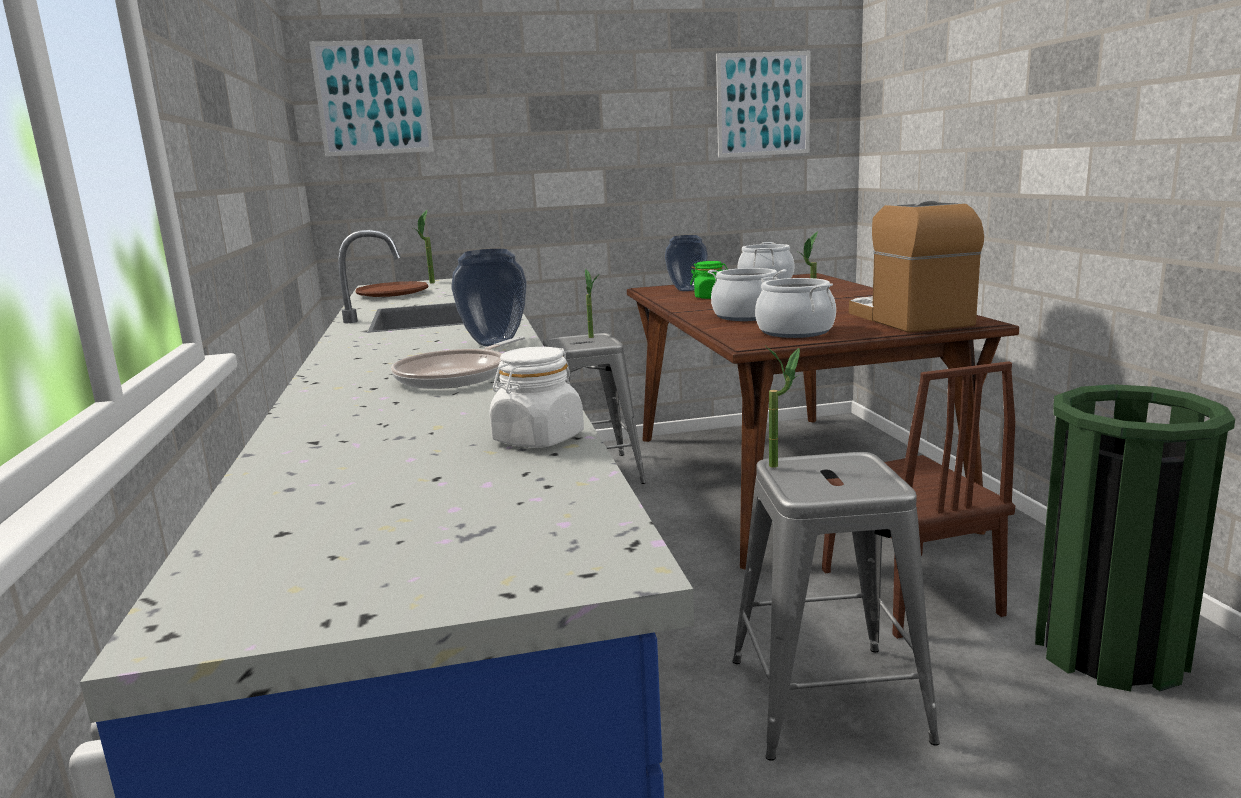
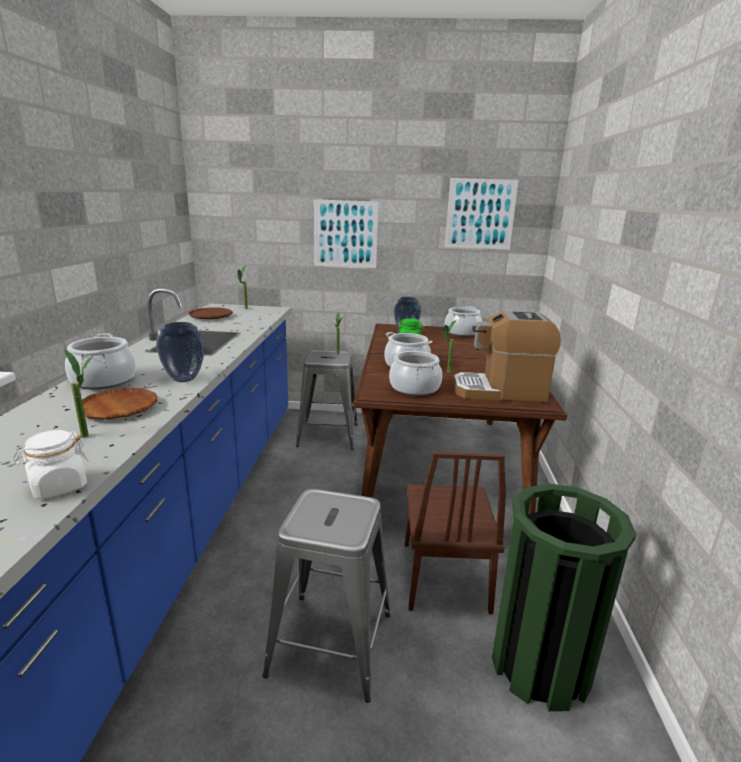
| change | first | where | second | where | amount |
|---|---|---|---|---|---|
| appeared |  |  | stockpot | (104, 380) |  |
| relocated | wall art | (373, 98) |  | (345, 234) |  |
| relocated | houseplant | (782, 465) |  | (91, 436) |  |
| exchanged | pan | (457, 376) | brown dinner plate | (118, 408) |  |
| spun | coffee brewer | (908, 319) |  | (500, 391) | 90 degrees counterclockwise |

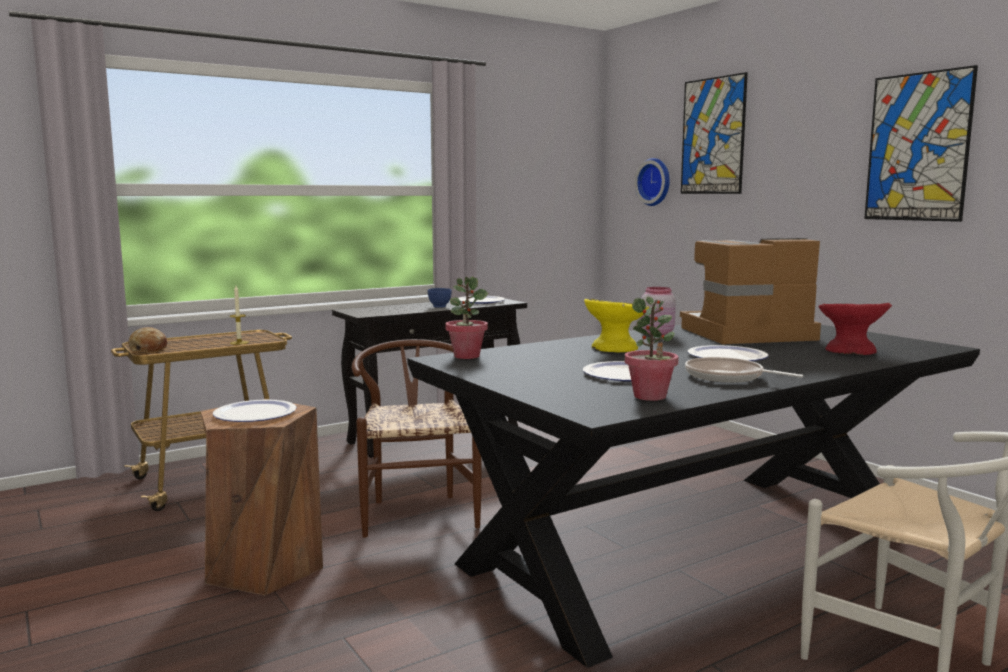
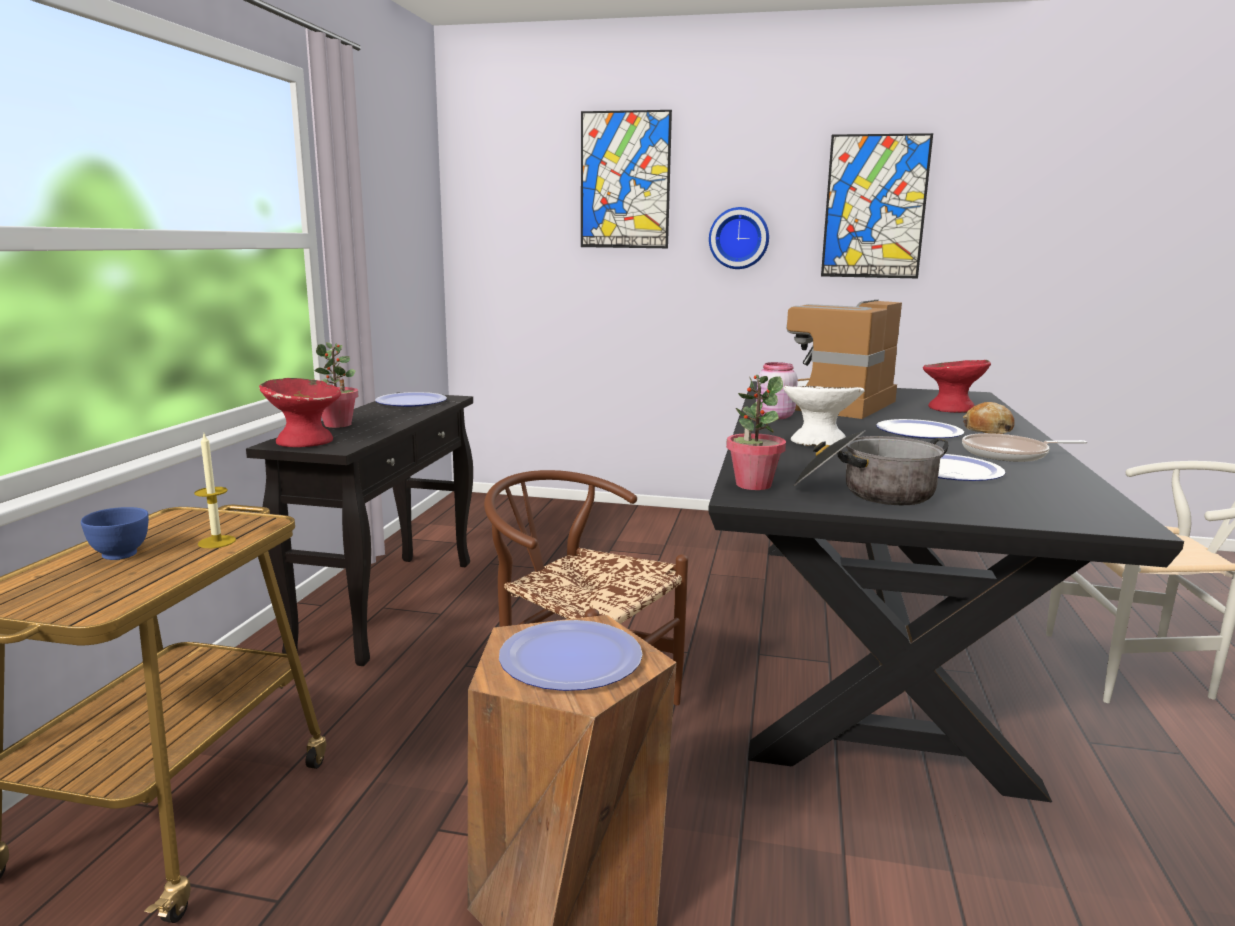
| change | first | where | second | where | amount |
|---|---|---|---|---|---|
| appeared |  |  | reddish bowl | (304, 441) |  |
| appeared |  |  | stockpot | (866, 492) |  |
| relocated | bread | (148, 349) |  | (987, 429) |  |
| relocated | bluish bowl | (439, 306) |  | (121, 555) |  |
| relocated | houseplant | (650, 396) |  | (338, 424) |  |
| relocated | clock on the wall | (655, 182) |  | (739, 238) |  |
| colour | yellow-coloured bowl | (614, 348) | white-coloured bowl | (818, 442) |  |

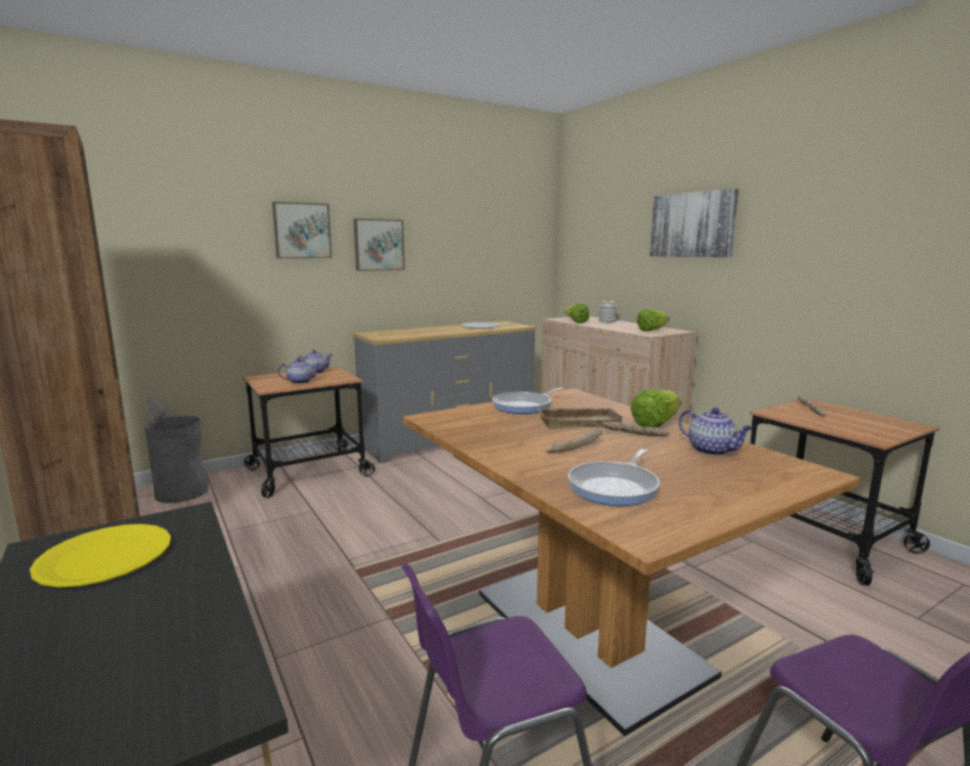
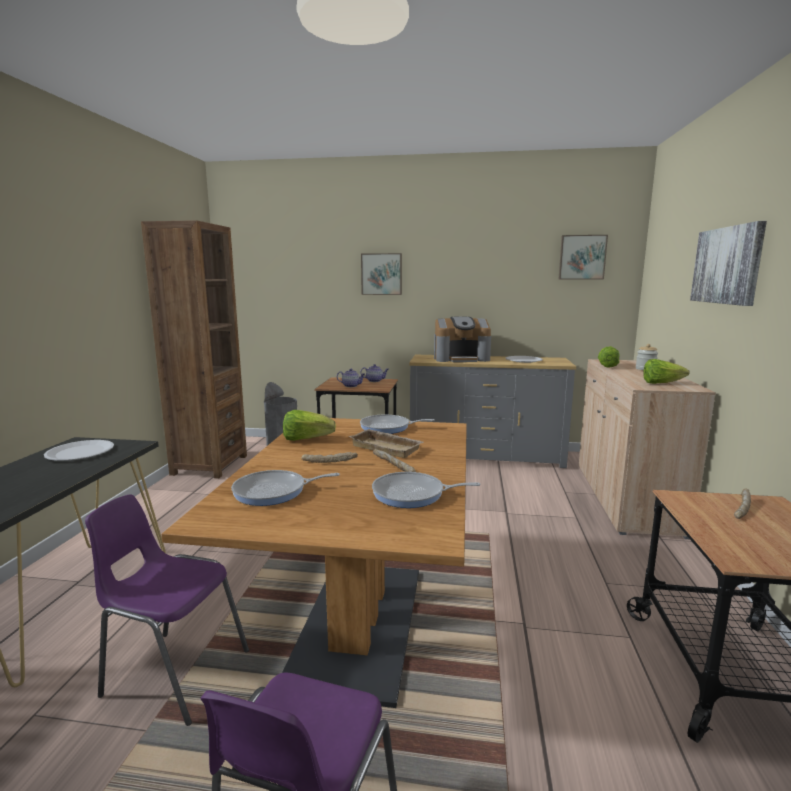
| change | first | where | second | where | amount |
|---|---|---|---|---|---|
| appeared |  |  | coffee brewer | (461, 358) |  |
| relocated | wall art | (378, 245) |  | (582, 257) |  |
| relocated | lettuce head | (655, 424) |  | (306, 439) |  |
| exchanged | pot for tea | (712, 450) | pan | (412, 495) |  |
| colour | yellow-coloured dinner plate | (104, 557) | white-coloured dinner plate | (80, 452) |  |

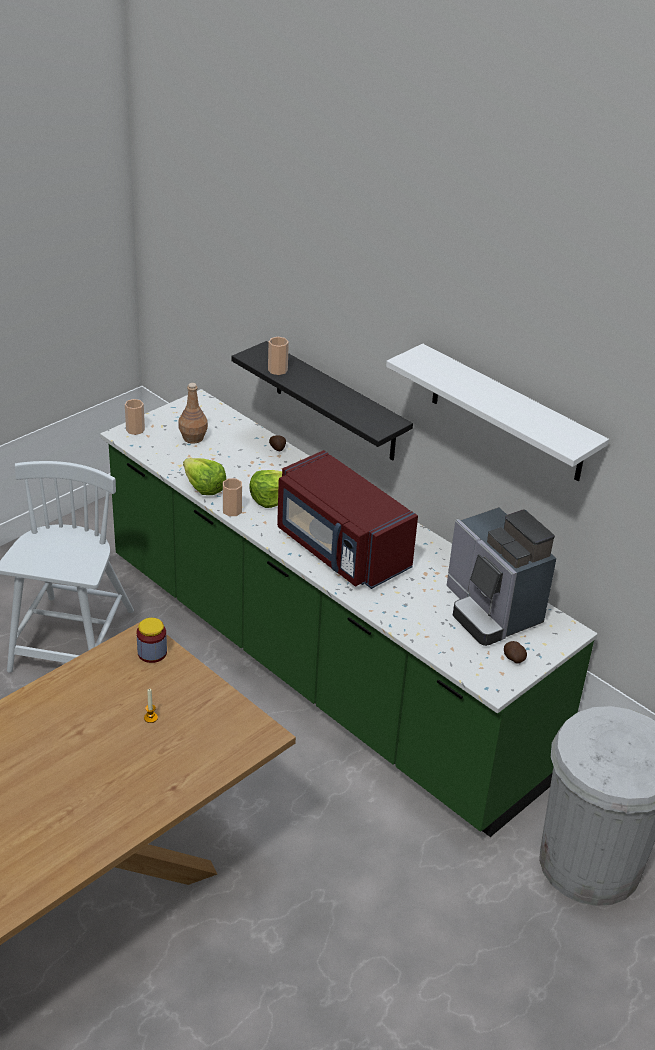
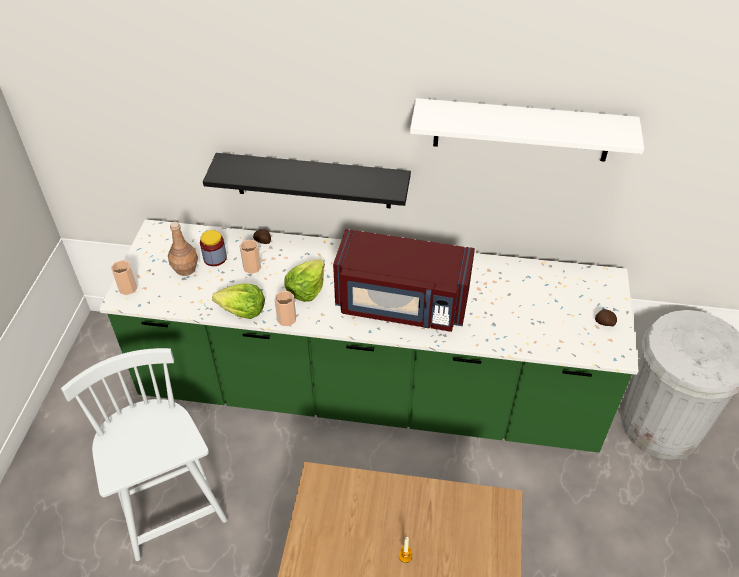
| change | first | where | second | where | amount |
|---|---|---|---|---|---|
| missing | coffee brewer | (491, 611) |  |  |  |
| relocated | jar | (152, 653) |  | (215, 258) |  |
| relocated | drinking cup | (277, 370) |  | (252, 267) |  |

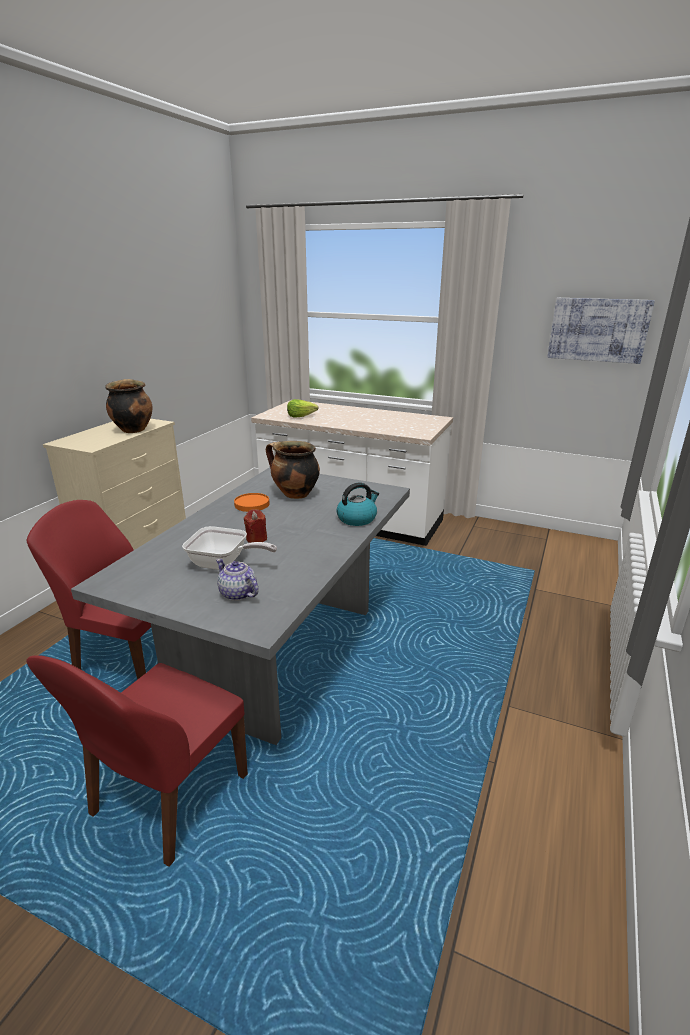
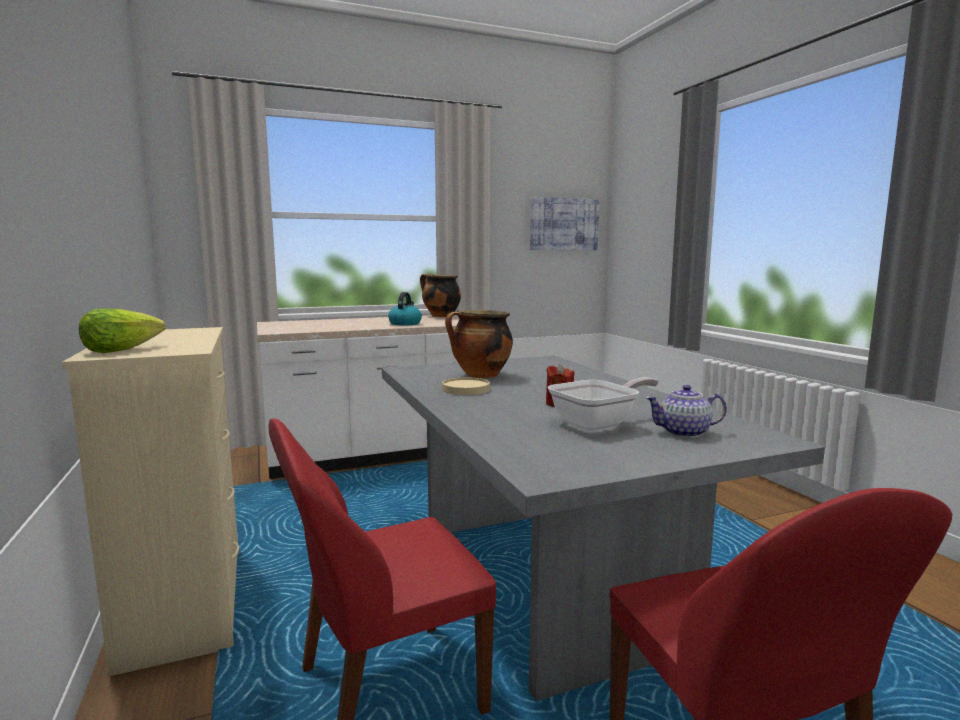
| change | first | where | second | where | amount |
|---|---|---|---|---|---|
| relocated | stockpot | (133, 429) |  | (440, 316) |  |
| relocated | lettuce head | (301, 416) |  | (121, 350) |  |
| relocated | water kettle | (357, 518) |  | (405, 323) |  |
| colour | orange-coloured dinner plate | (252, 504) | sand-coloured dinner plate | (466, 389) |  |

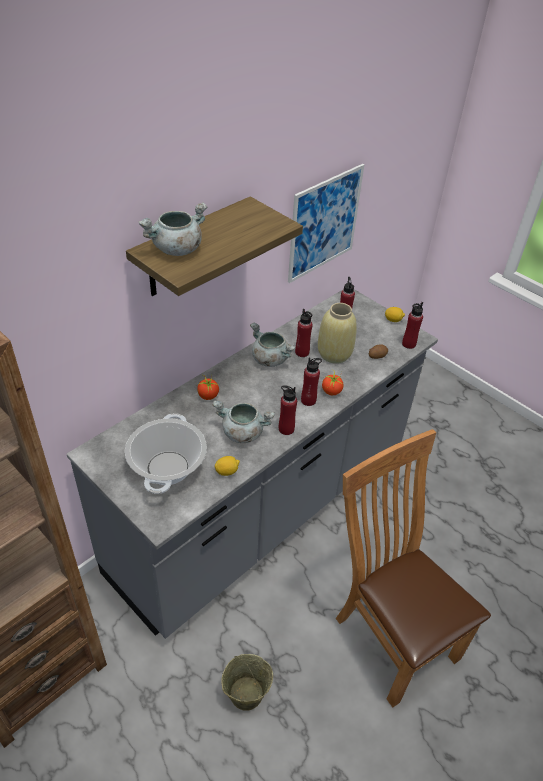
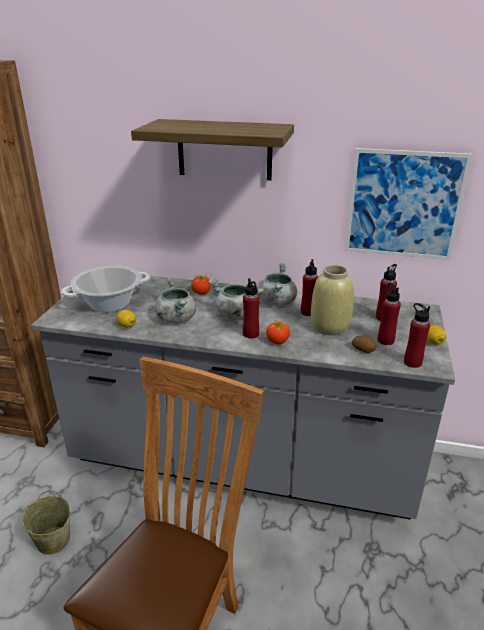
| change | first | where | second | where | amount |
|---|---|---|---|---|---|
| relocated | grey stockpot | (177, 249) |  | (234, 314) |  |
| relocated | reddish drink bottle | (286, 429) |  | (385, 340) |  |

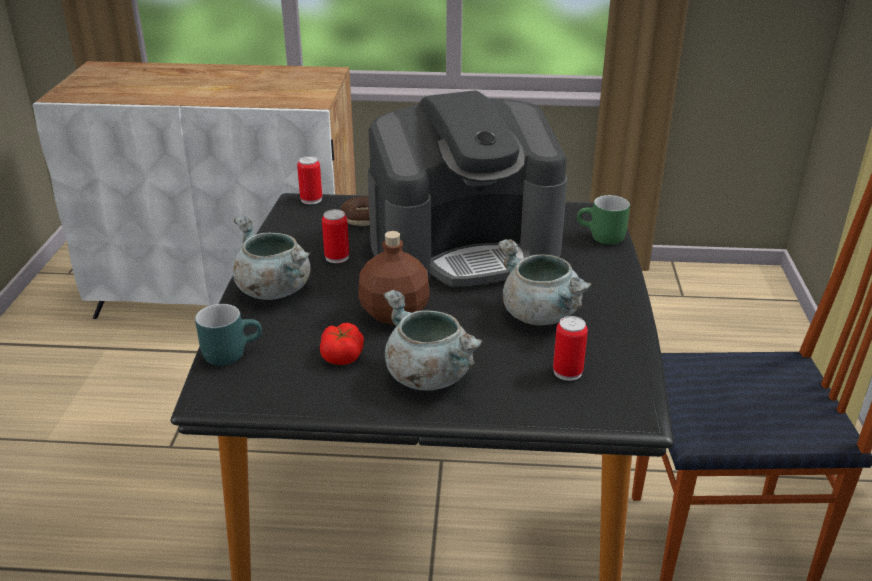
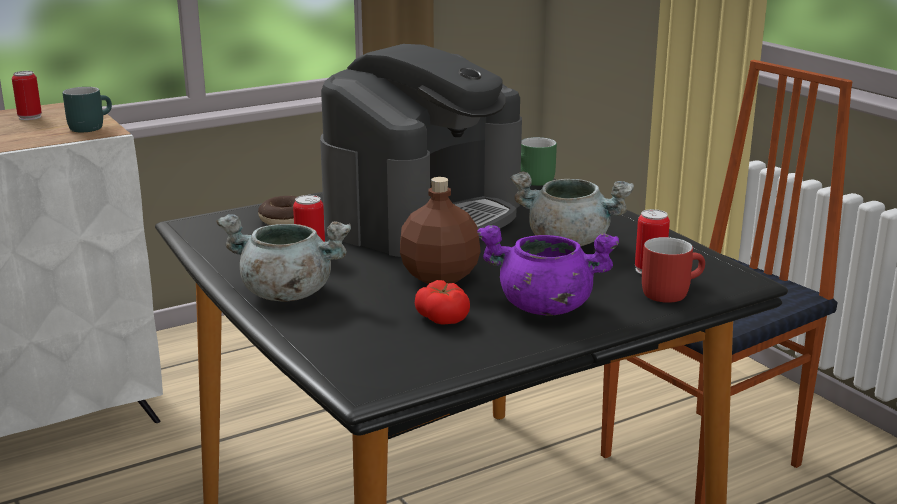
| change | first | where | second | where | amount |
|---|---|---|---|---|---|
| appeared |  |  | reddish mug | (669, 292) |  |
| relocated | blue-green mug | (230, 352) |  | (89, 127) |  |
| relocated | metal can | (311, 199) |  | (30, 117) |  |
| colour | grey stockpot | (427, 376) | purple stockpot | (544, 307) |  |

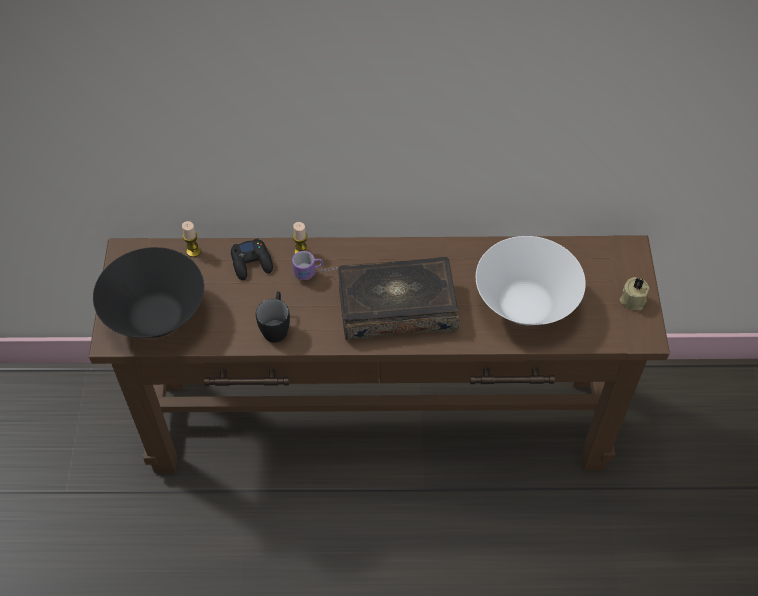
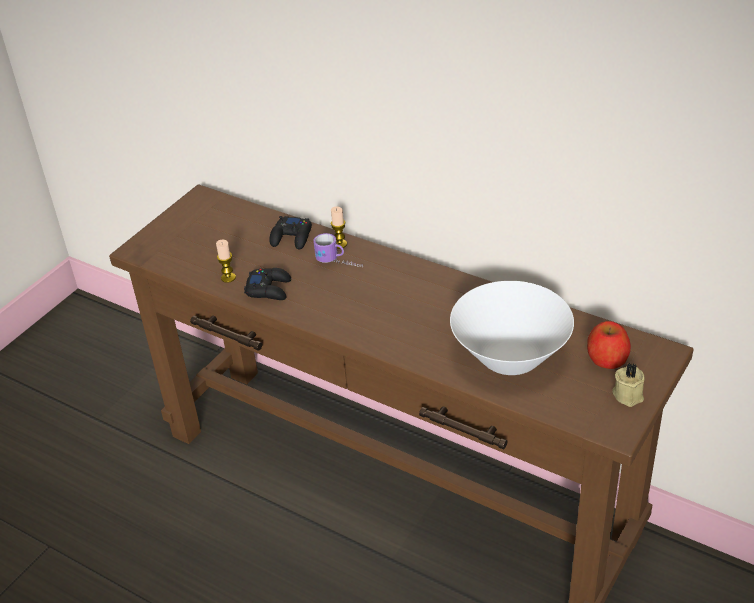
| change | first | where | second | where | amount |
|---|---|---|---|---|---|
| missing | black bowl | (156, 316) |  |  |  |
| missing | bound book | (397, 307) |  |  |  |
| appeared |  |  | whole apple | (607, 358) |  |
| relocated | wax light | (193, 251) |  | (228, 278) |  |
| exchanged | black mug | (276, 326) | black joypad | (269, 289) |  |

